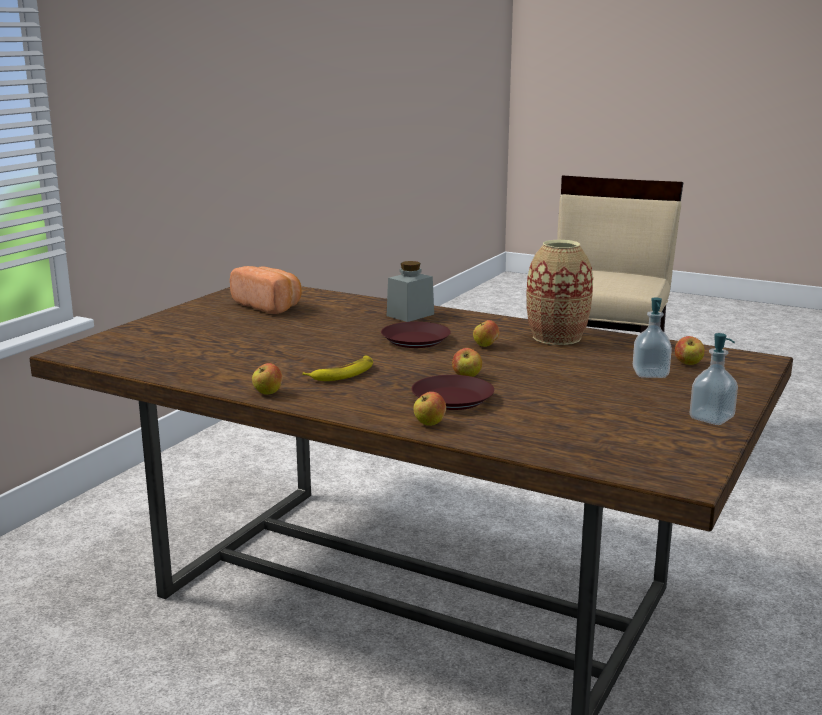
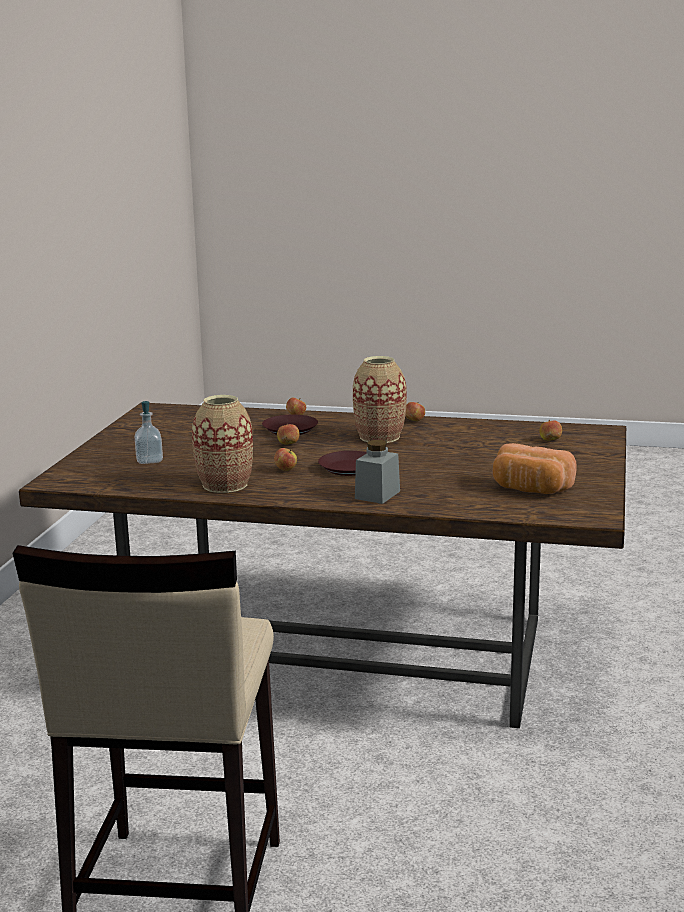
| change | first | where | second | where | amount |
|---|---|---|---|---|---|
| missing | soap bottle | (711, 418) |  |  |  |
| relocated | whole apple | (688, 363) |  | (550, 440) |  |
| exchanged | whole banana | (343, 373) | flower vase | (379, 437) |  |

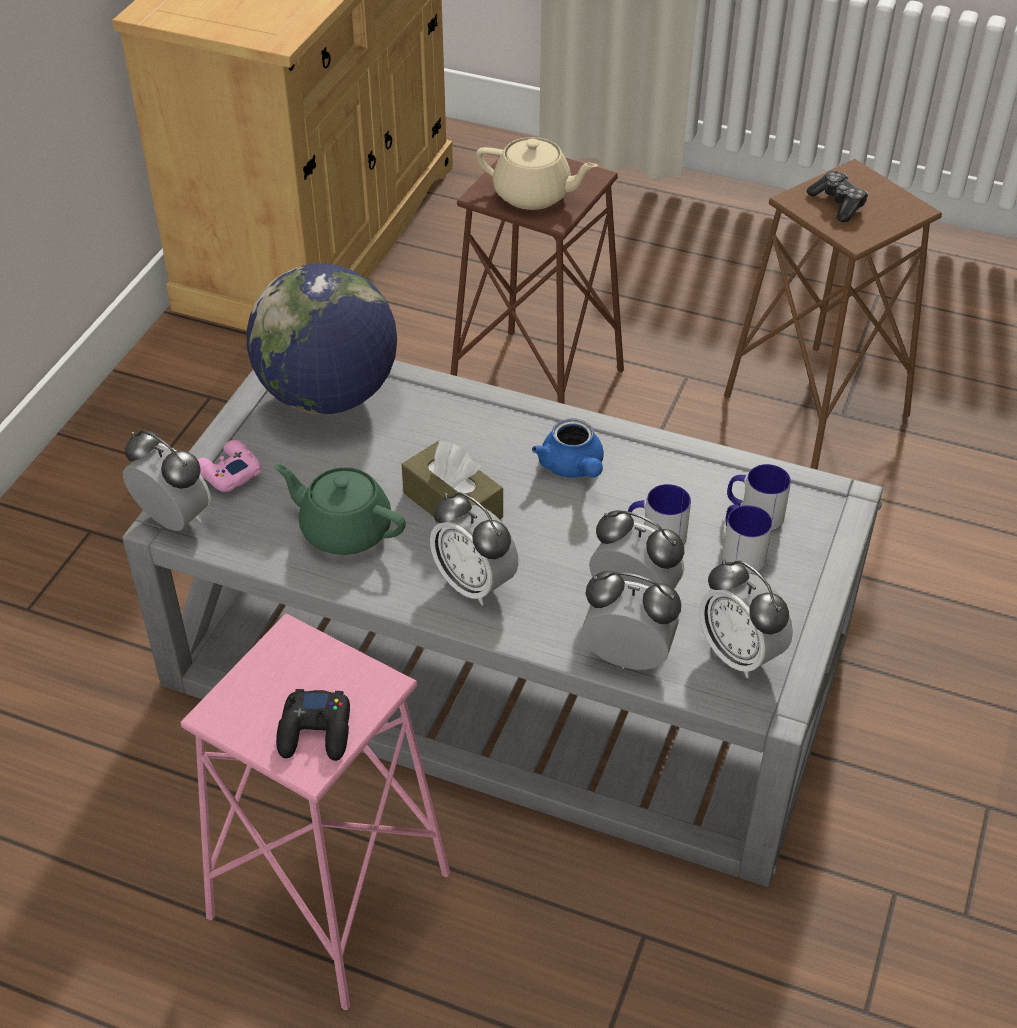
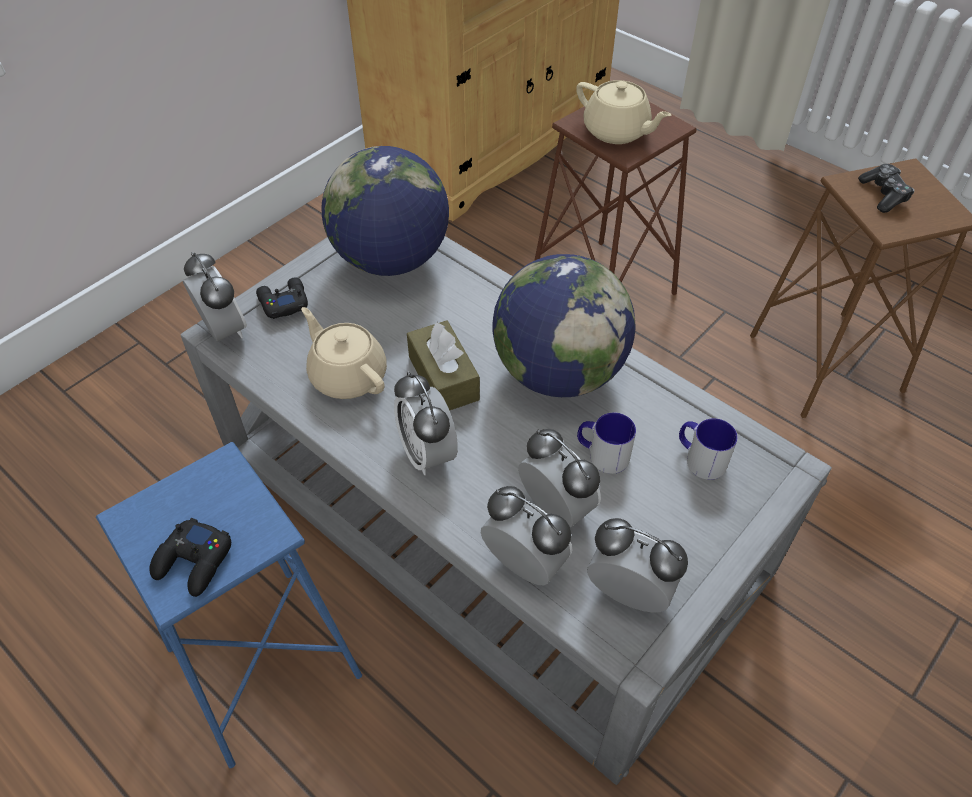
| change | first | where | second | where | amount |
|---|---|---|---|---|---|
| missing | mug | (739, 551) |  |  |  |
| exchanged | bluish pot for tea | (573, 468) | globe | (558, 372) |  |
| colour | pink stool seat | (328, 897) | bluish stool seat | (262, 664) |  |
| colour | pink joypad | (227, 472) | black joypad | (283, 302) |  |
| colour | green pot for tea | (344, 529) | sand-coloured pot for tea | (347, 375) |  |
| spun | table clock | (739, 654) |  | (628, 593) | 135 degrees clockwise |

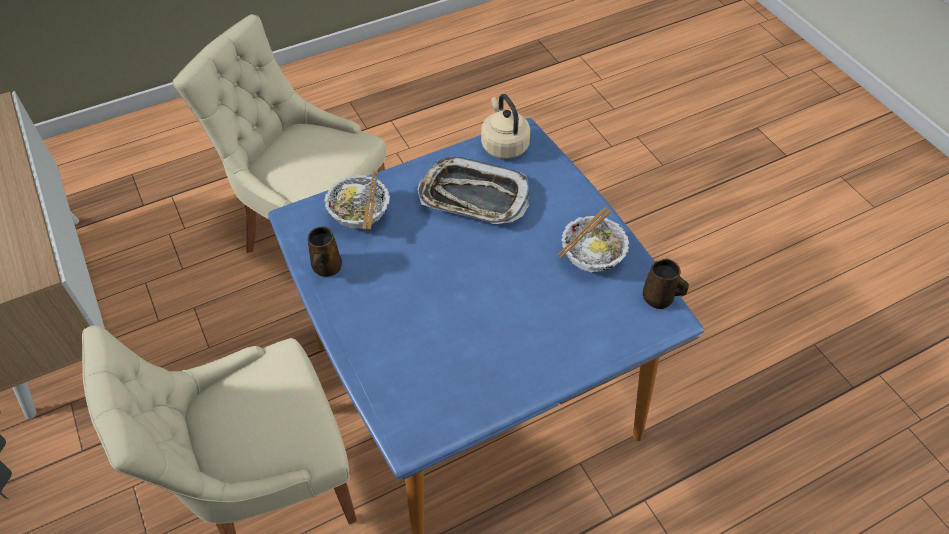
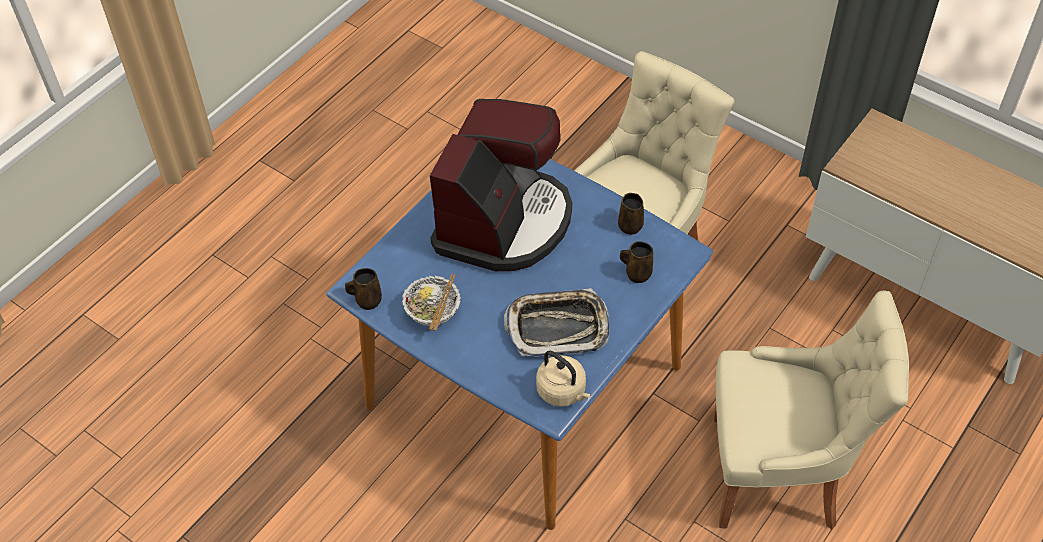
| change | first | where | second | where | amount |
|---|---|---|---|---|---|
| appeared |  |  | coffee brewer | (504, 222) |  |
| exchanged | bowl | (361, 216) | brown mug | (637, 273) |  |

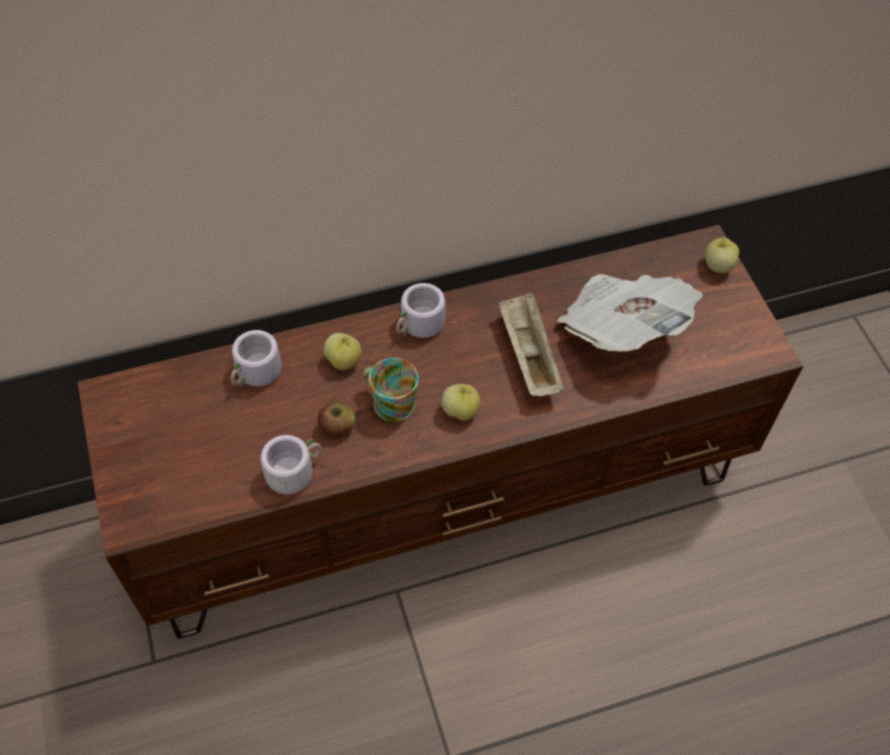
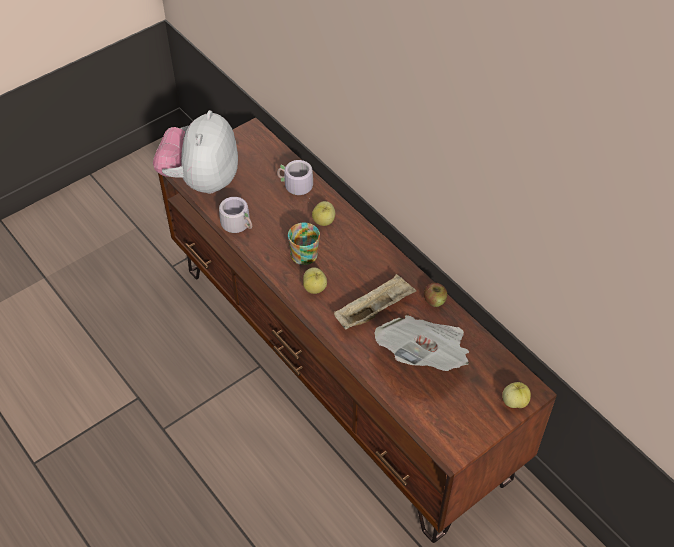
| change | first | where | second | where | amount |
|---|---|---|---|---|---|
| missing | grey mug | (420, 327) |  |  |  |
| appeared |  |  | plush toy | (201, 180) |  |
| relocated | whole apple | (337, 427) |  | (434, 300) |  |

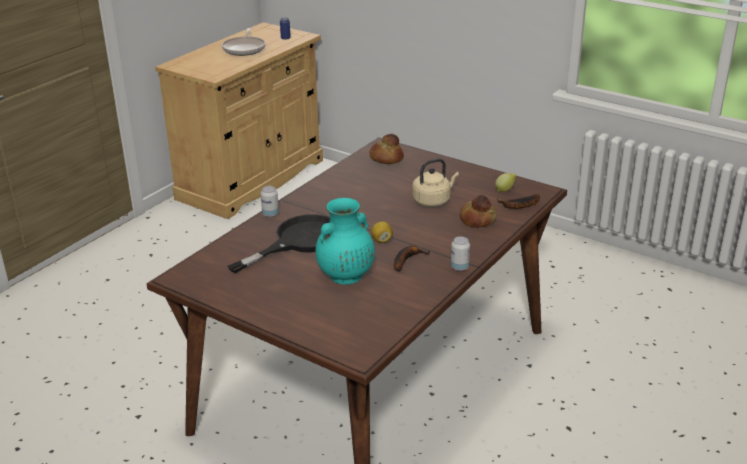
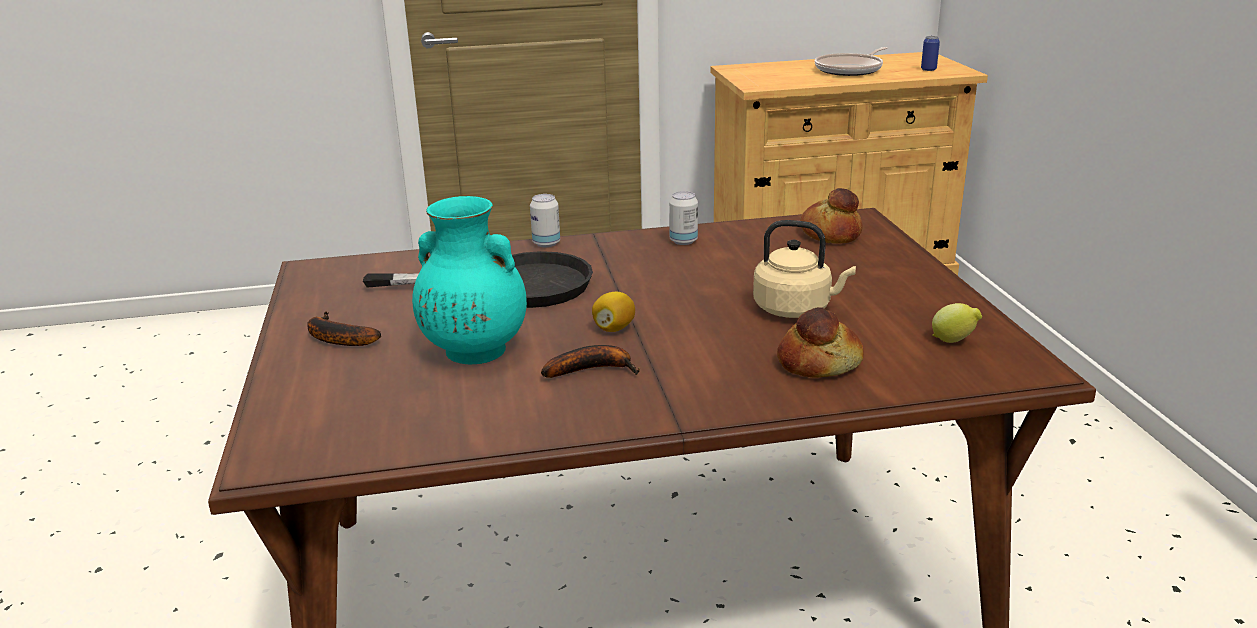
| change | first | where | second | where | amount |
|---|---|---|---|---|---|
| relocated | metal can | (459, 267) |  | (683, 241) |  |
| relocated | whole banana | (518, 206) |  | (336, 338) |  |

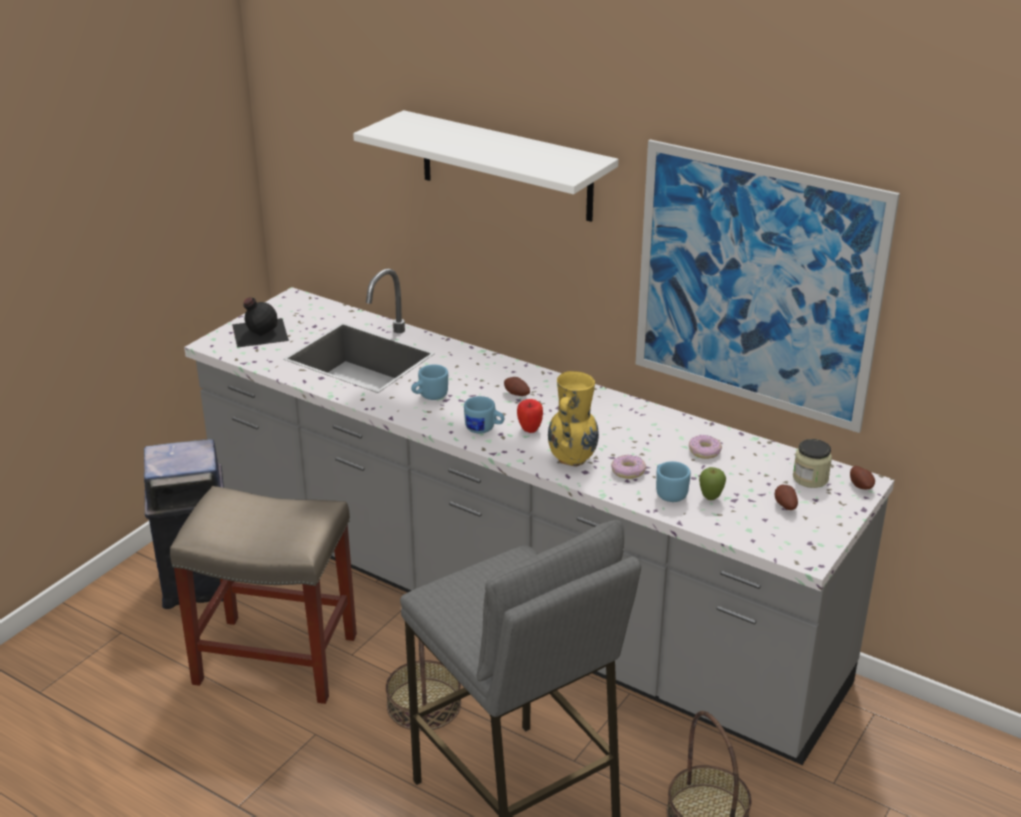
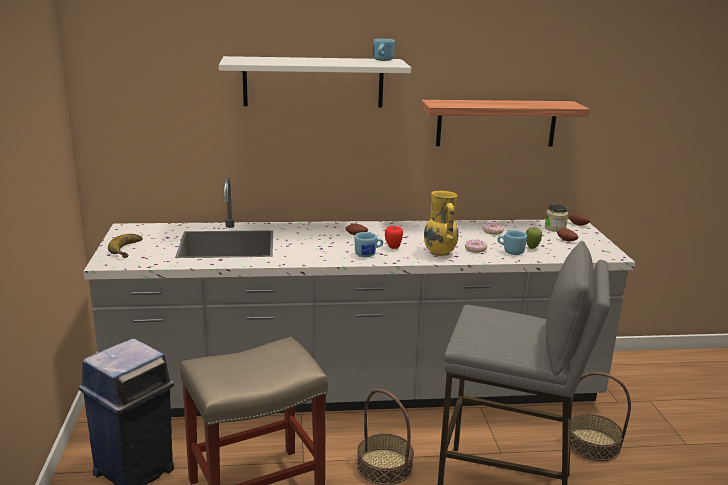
| change | first | where | second | where | amount |
|---|---|---|---|---|---|
| relocated | bluish mug | (429, 396) |  | (382, 60) |  |
| exchanged | black drink bottle | (259, 332) | whole banana | (131, 249) |  |
| exchanged | wall art | (756, 285) | shelf | (496, 123) |  |

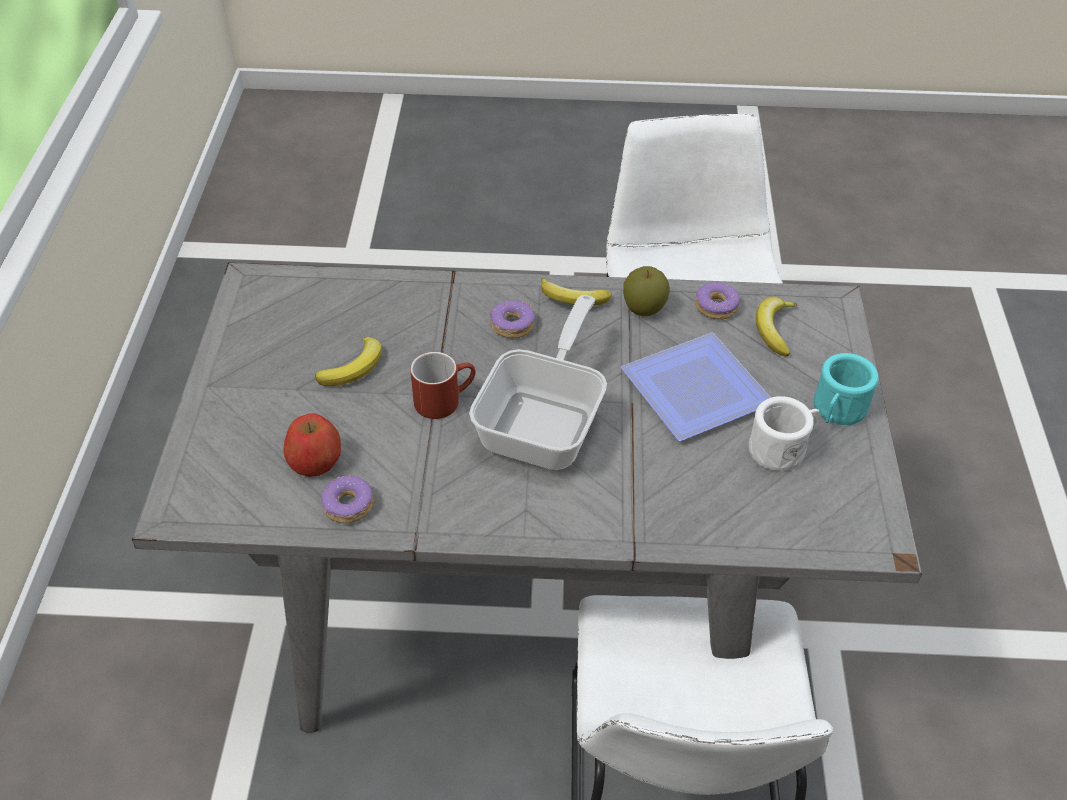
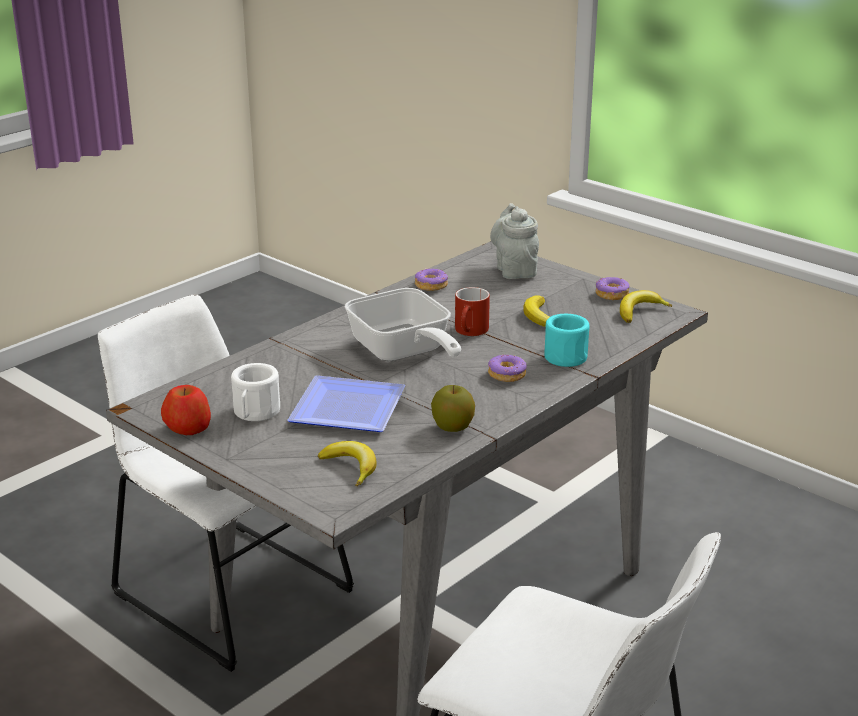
| change | first | where | second | where | amount |
|---|---|---|---|---|---|
| appeared |  |  | grey pot for tea | (515, 270) |  |
| relocated | whole apple | (315, 461) |  | (188, 428) |  |
| relocated | whole banana | (572, 300) |  | (640, 311) |  |
| relocated | donut | (716, 307) |  | (611, 294) |  |
| relocated | blue-green mug | (837, 410) |  | (563, 355) |  |

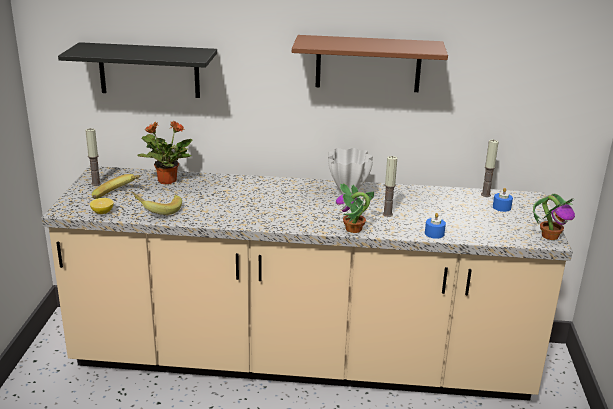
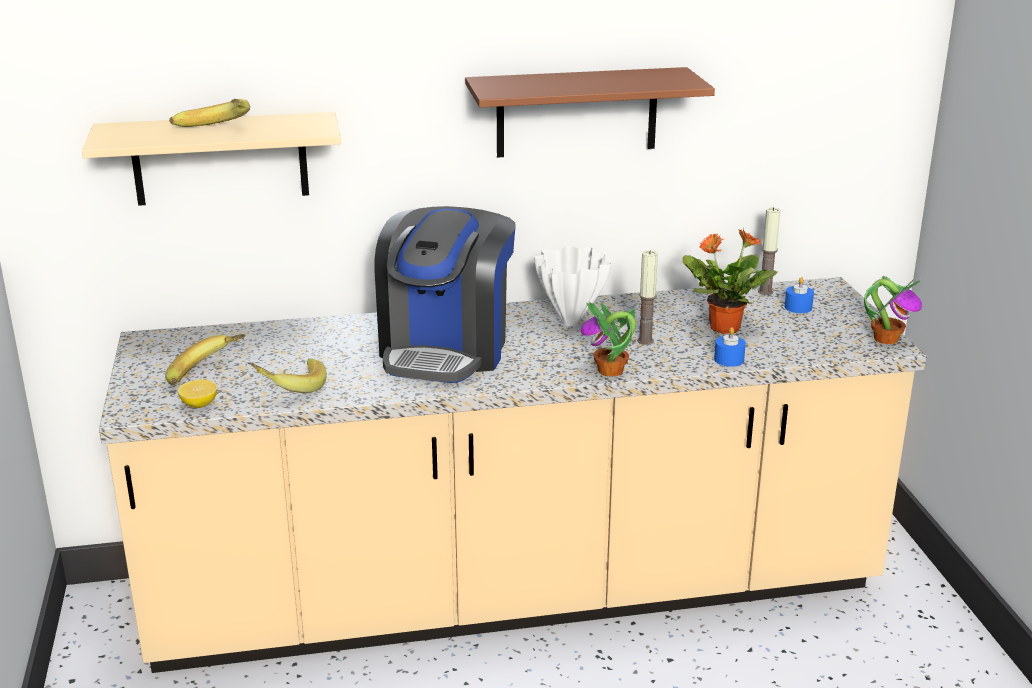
| change | first | where | second | where | amount |
|---|---|---|---|---|---|
| missing | wax light | (96, 183) |  |  |  |
| appeared |  |  | whole banana | (213, 132) |  |
| appeared |  |  | coffee brewer | (446, 349) |  |
| relocated | houseplant | (166, 180) |  | (723, 328) |  |
| colour | black shelf | (149, 70) | sand-coloured shelf | (220, 159) |  |

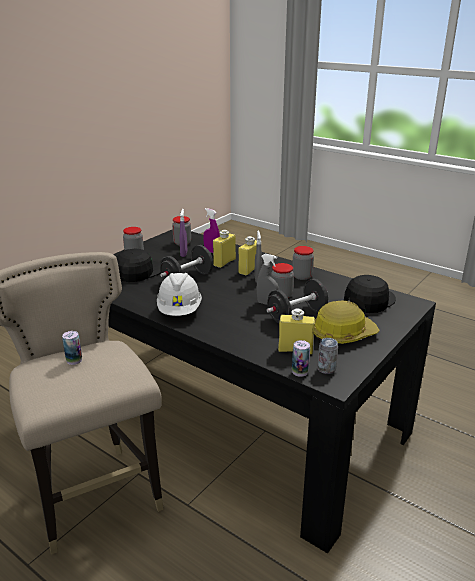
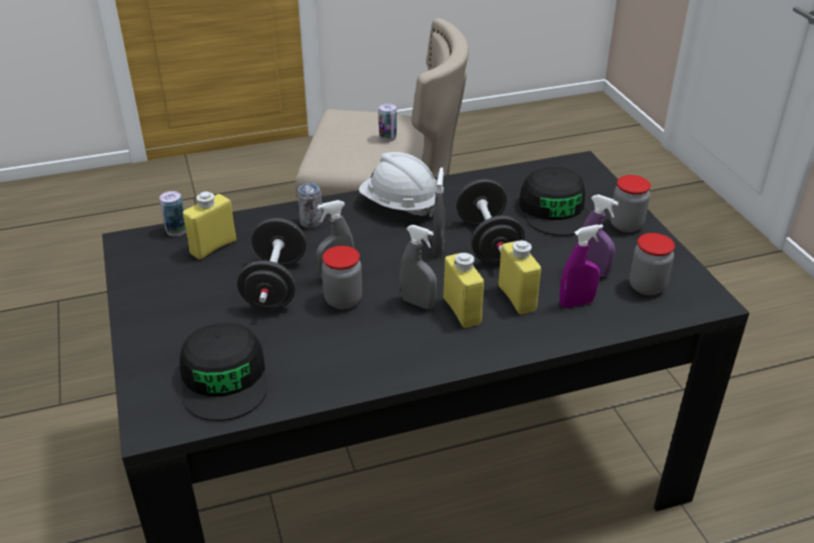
| change | first | where | second | where | amount |
|---|---|---|---|---|---|
| missing | jar | (302, 276) |  |  |  |
| missing | safety helmet | (342, 334) |  |  |  |
| appeared |  |  | grey spray bottle | (438, 247) |  |
| relocated | metal can | (326, 369) |  | (311, 222) |  |

